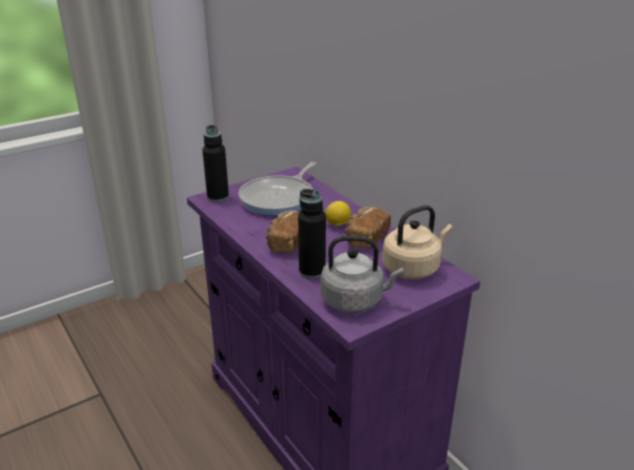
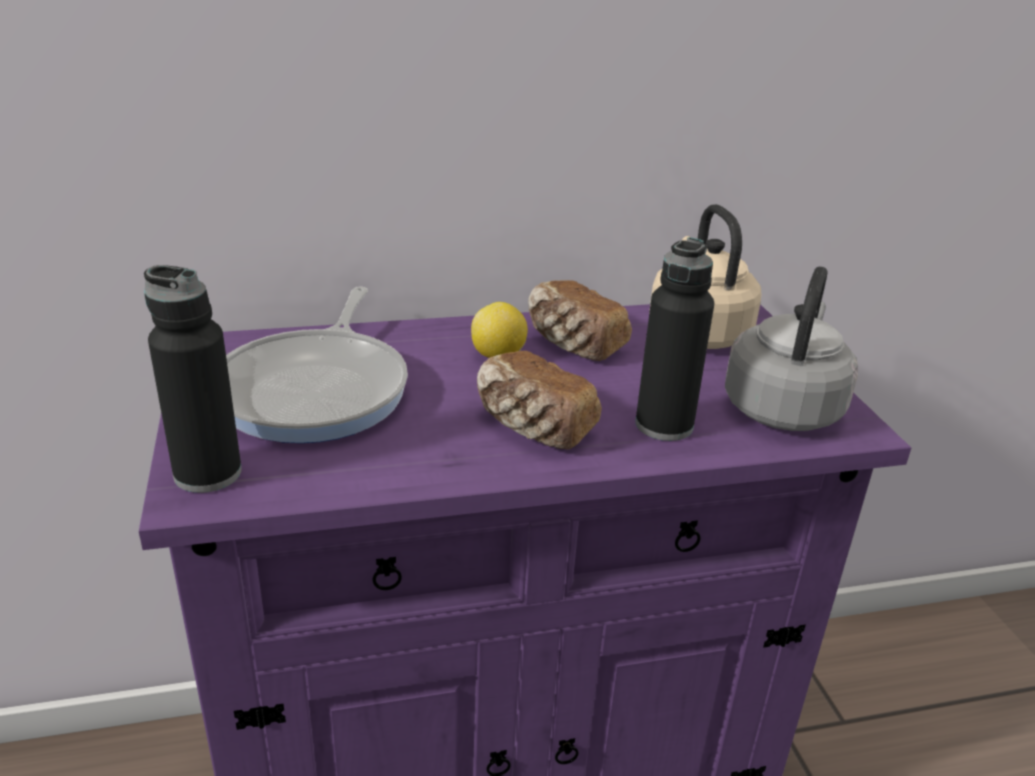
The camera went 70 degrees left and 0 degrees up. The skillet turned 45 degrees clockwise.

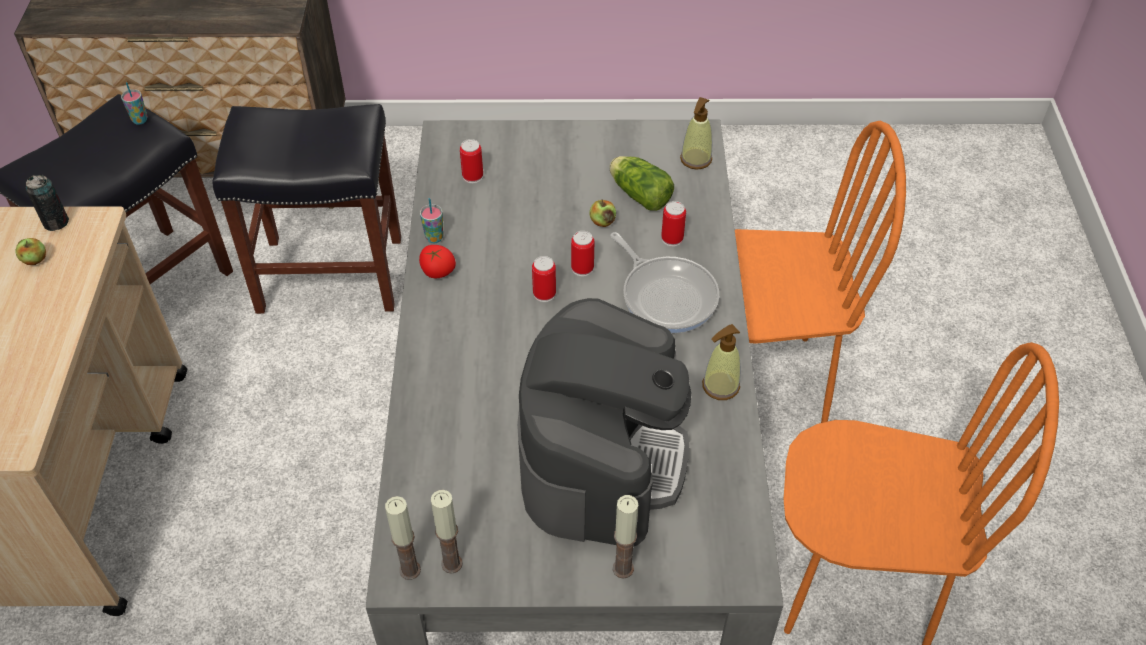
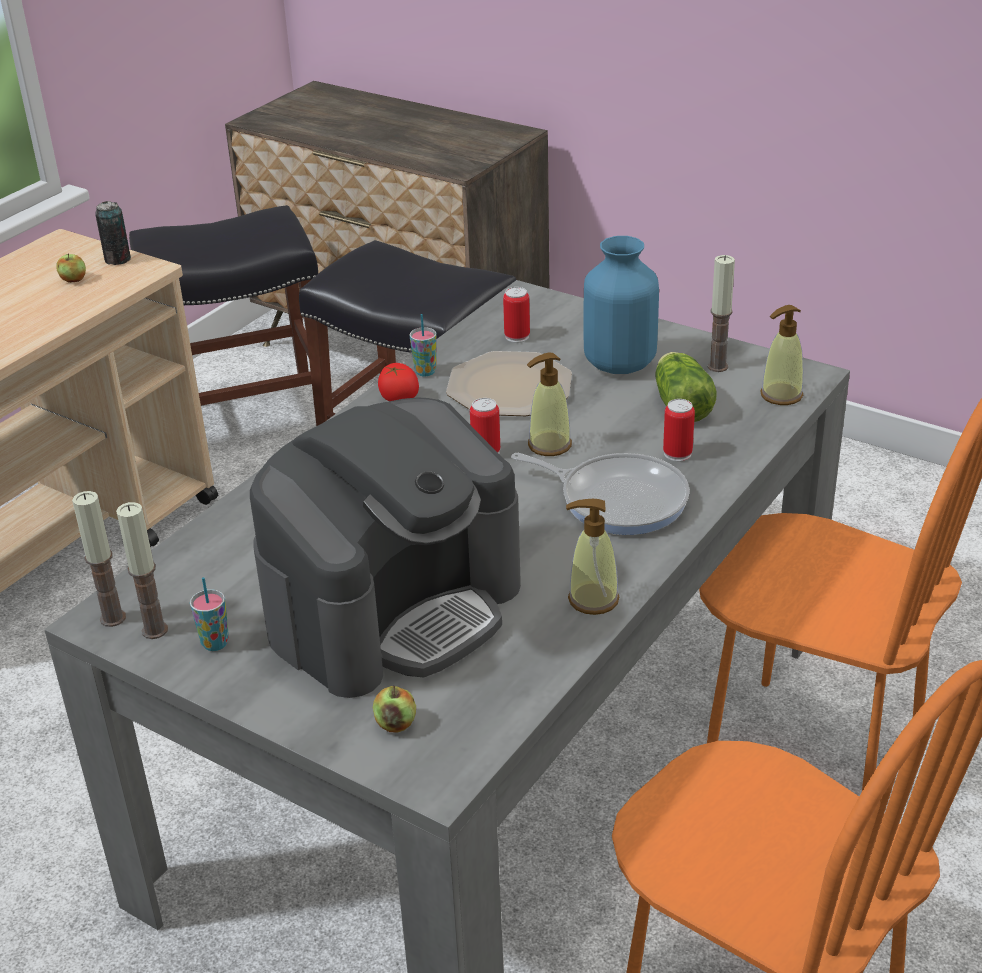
The camera went 35 degrees right and 15 degrees down. The small cup (1st from left) moved. The sealed can (4th from left) was replaced by the soap dispenser (1st from left). The apple (2nd from left) moved. The skillet turned 60 degrees counterclockwise. The wax light (3rd from left) moved. The plate appeared. The flower vase (blue-coloured) appeared.

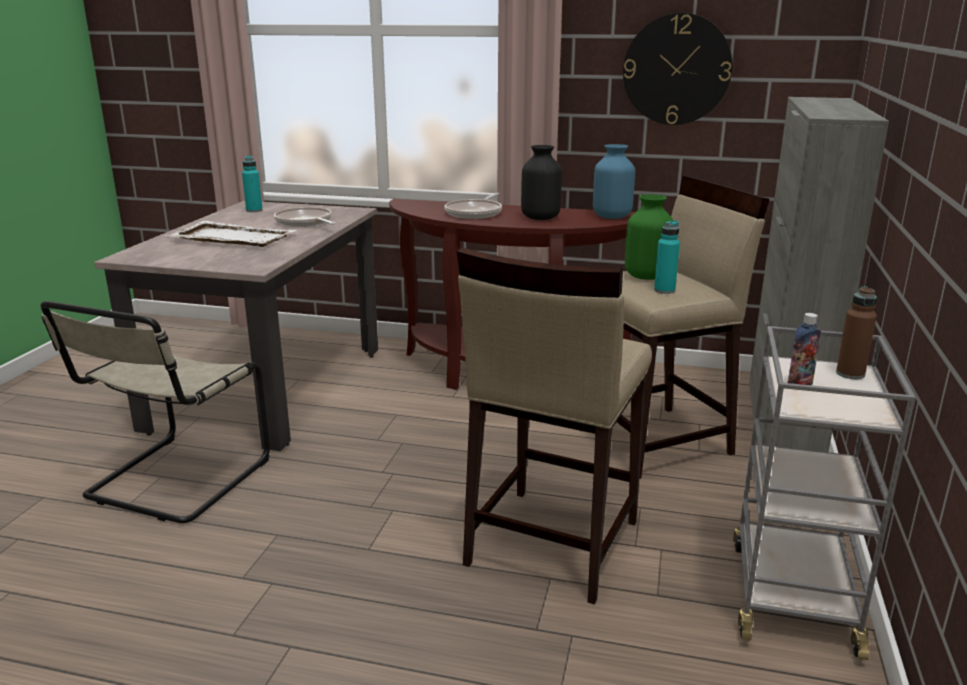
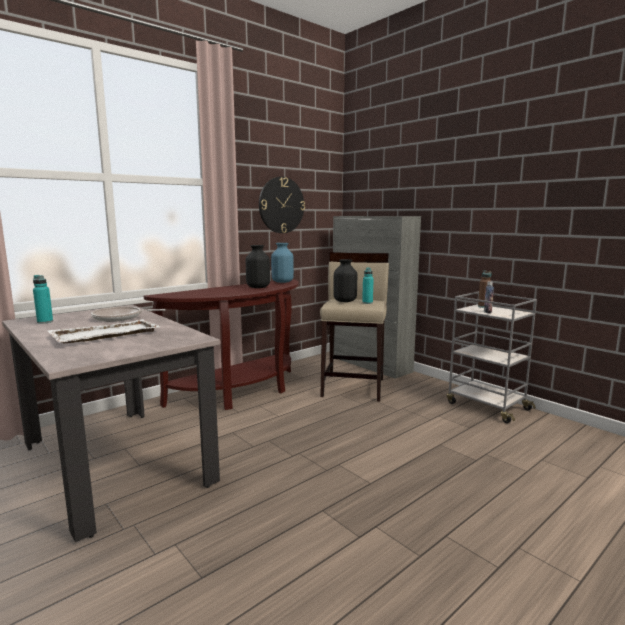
The camera went 55 degrees left and 10 degrees down. The chair (sand-coloured) disappeared. The skillet (2nd from left) disappeared. The stool seat (sand-coloured) (1st from left) disappeared. The flower vase (green) became the flower vase (black-coloured) (2nd from left).

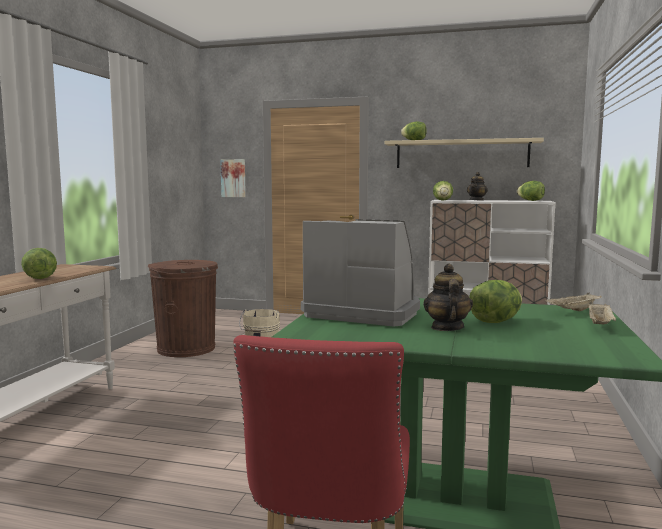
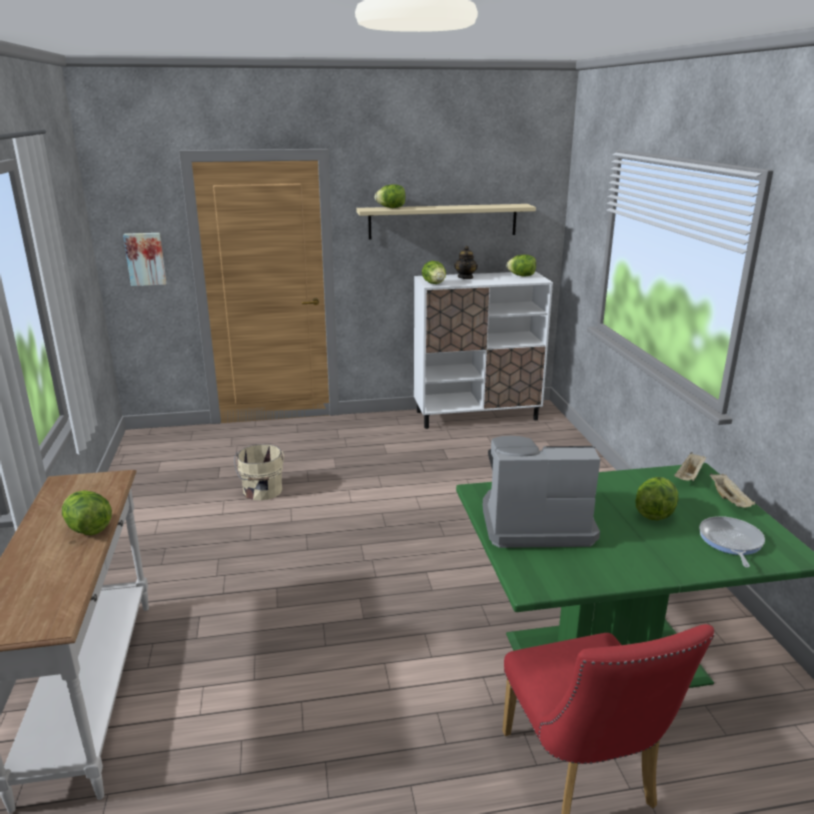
The camera went 25 degrees left and 15 degrees up. The rubbish bin (brown-coloured) disappeared. The teapot (1st from left) disappeared. The skillet appeared.

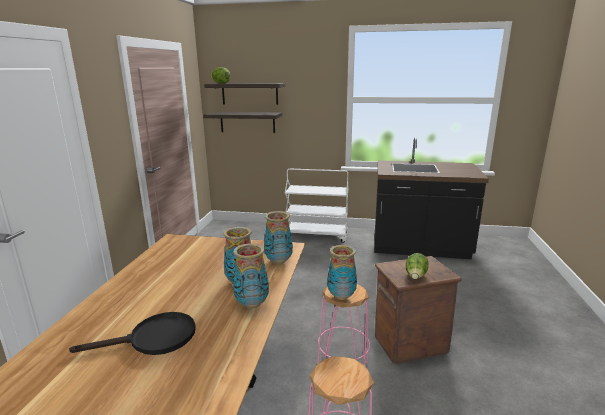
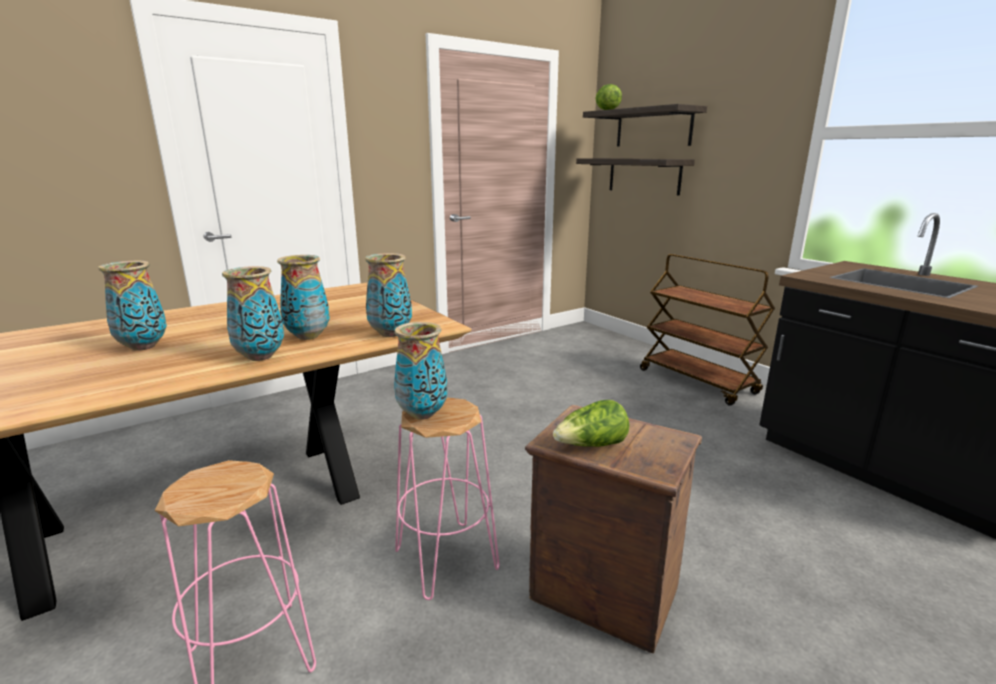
The camera went 45 degrees right and 0 degrees up. The skillet (black-coloured) was replaced by the flower vase (1st from left). The trolley (whitish) became the trolley (brown-coloured).

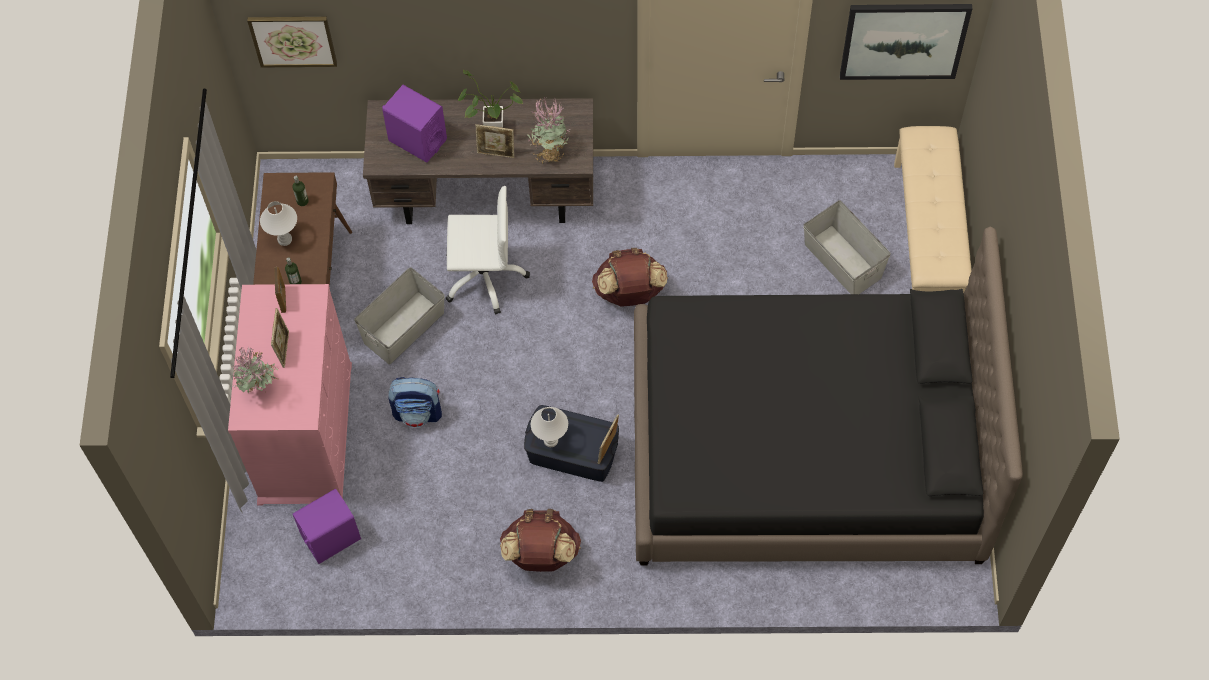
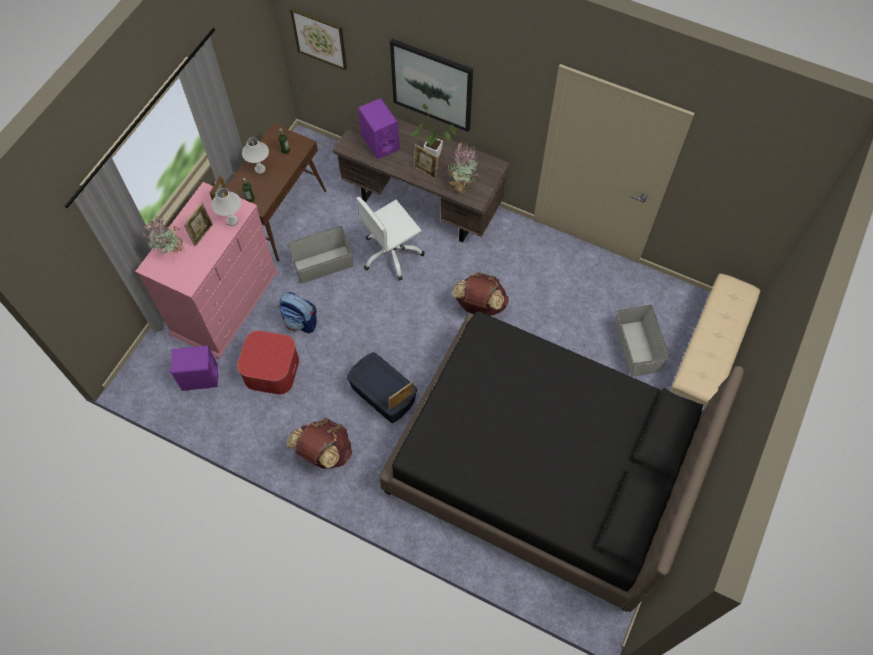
The camera went 25 degrees right and 0 degrees up. The office chair (whitish) turned 120 degrees clockwise. The lamp for a table (whitish) (2nd from left in the first image) moved. The wall picture (2nd from left) moved. The pouffe appeared.

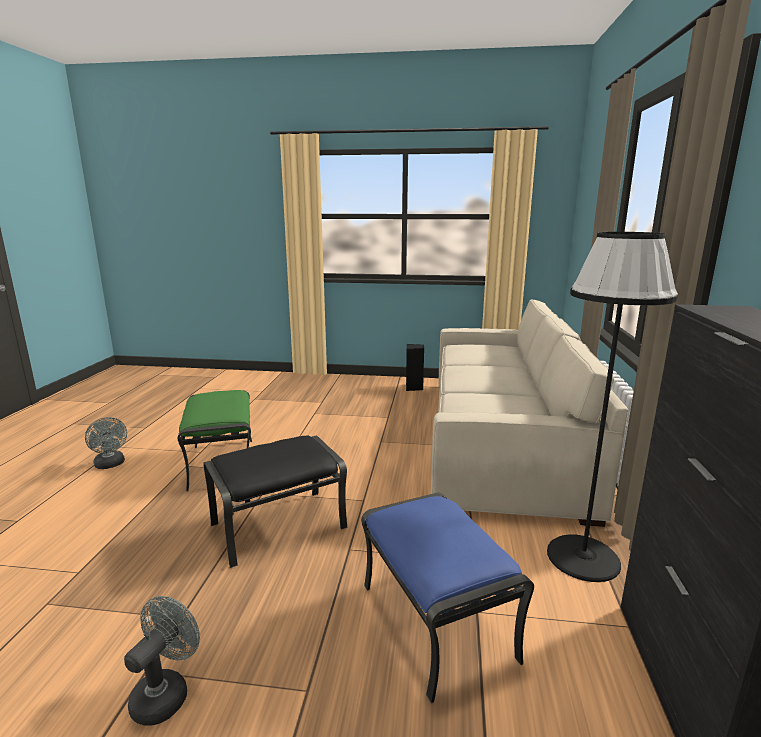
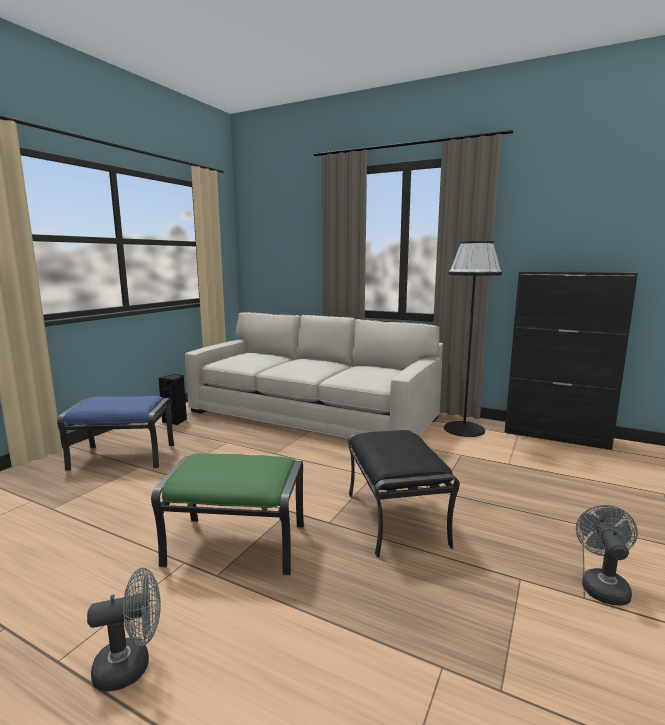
The camera went 70 degrees left and 5 degrees down. The electric fan (greyish) (2nd from left) turned 60 degrees clockwise. The pouffe (blue-coloured) moved.

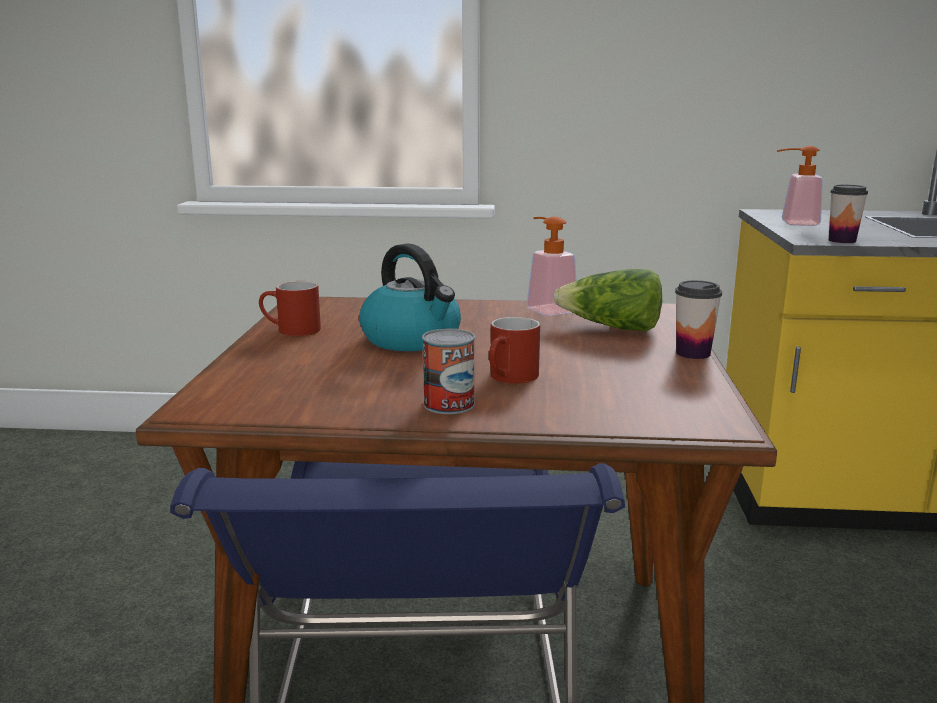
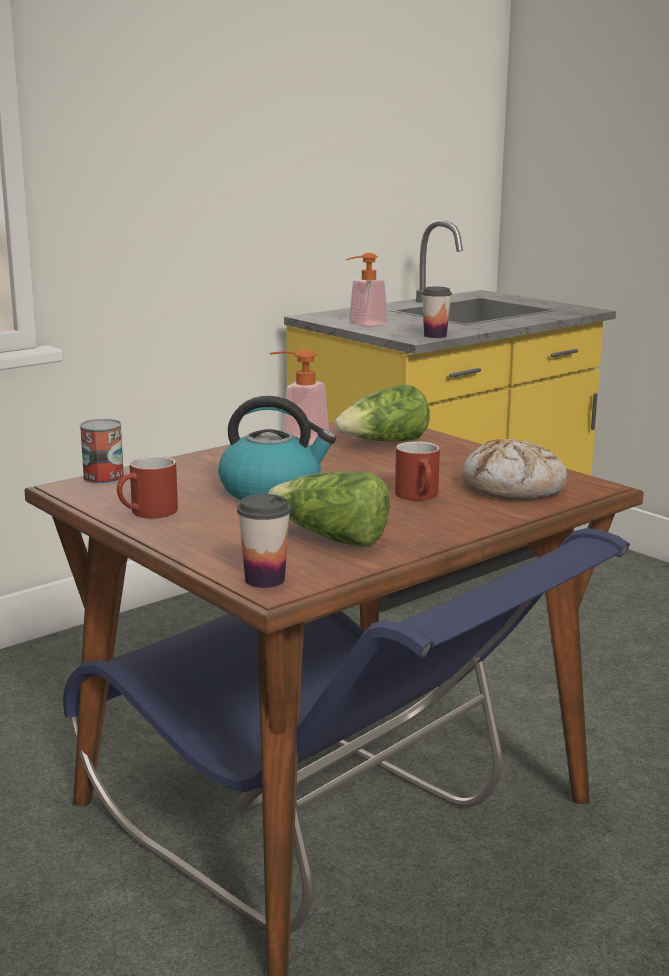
The camera went 45 degrees left and 0 degrees up. The sealed can moved. The small cup (1st from left) moved. The lettuce (1st from left) appeared. The baked bread appeared.

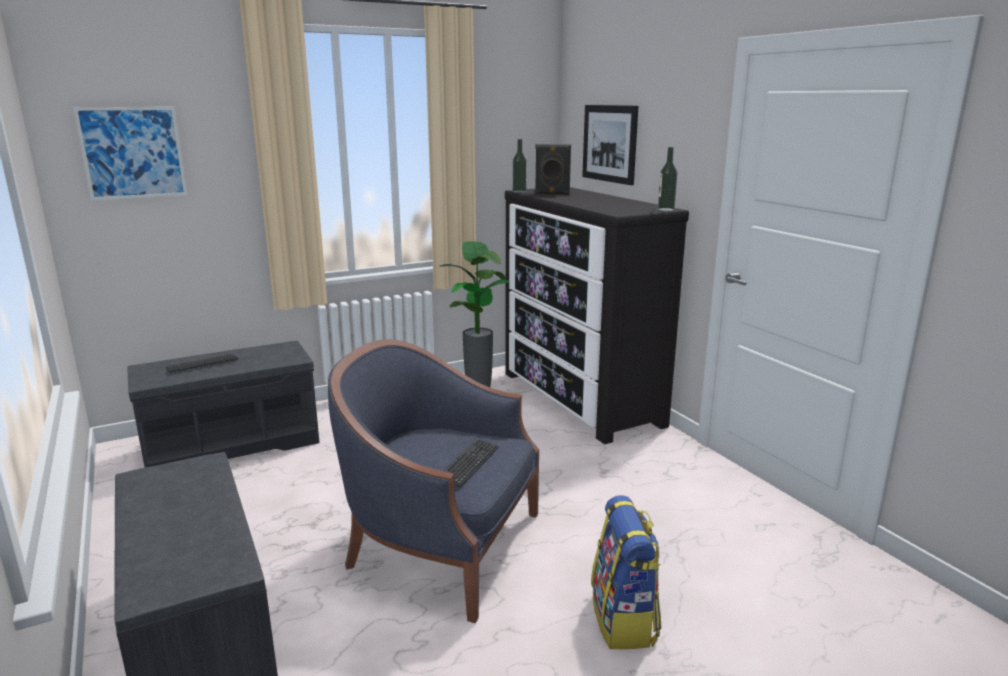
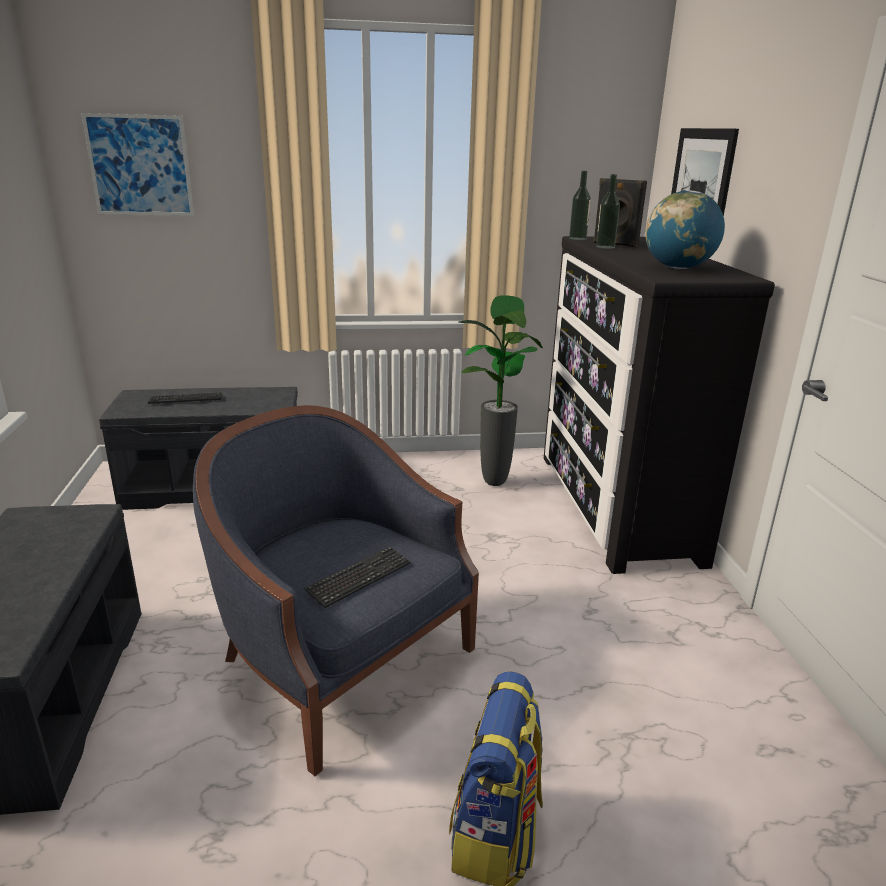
The camera went 20 degrees right and 5 degrees up. The drink bottle (2nd from left) moved. The world globe appeared.

